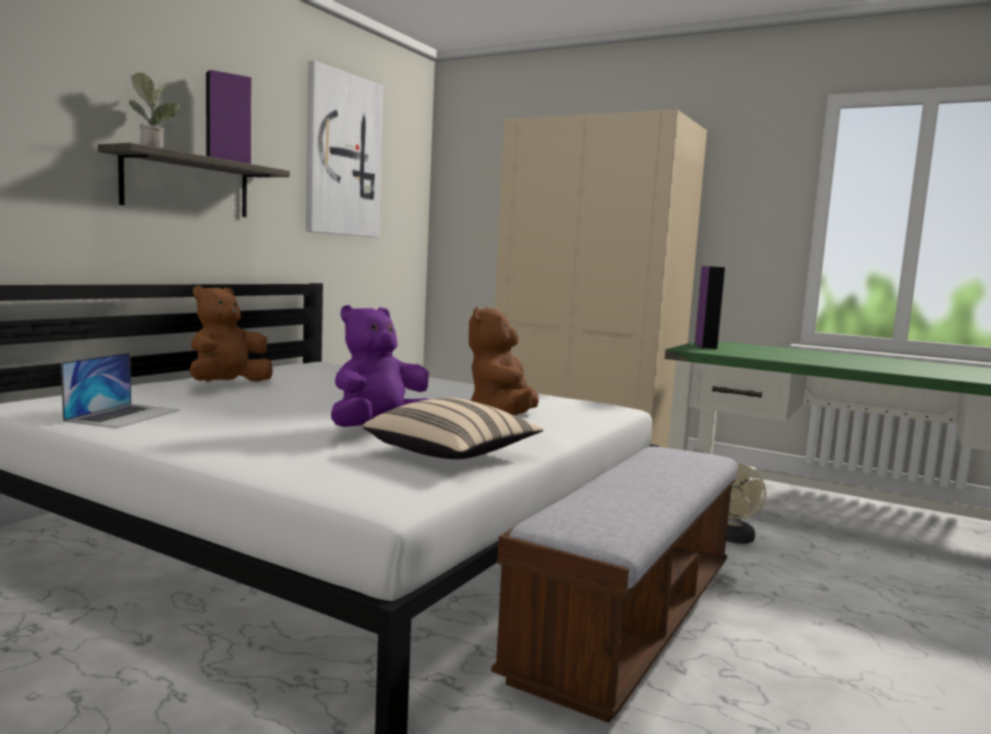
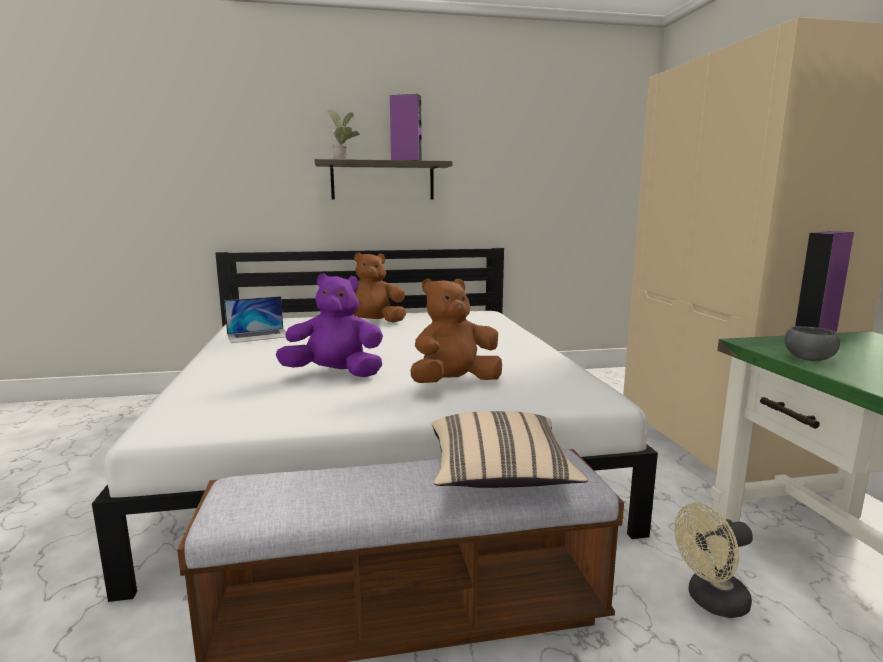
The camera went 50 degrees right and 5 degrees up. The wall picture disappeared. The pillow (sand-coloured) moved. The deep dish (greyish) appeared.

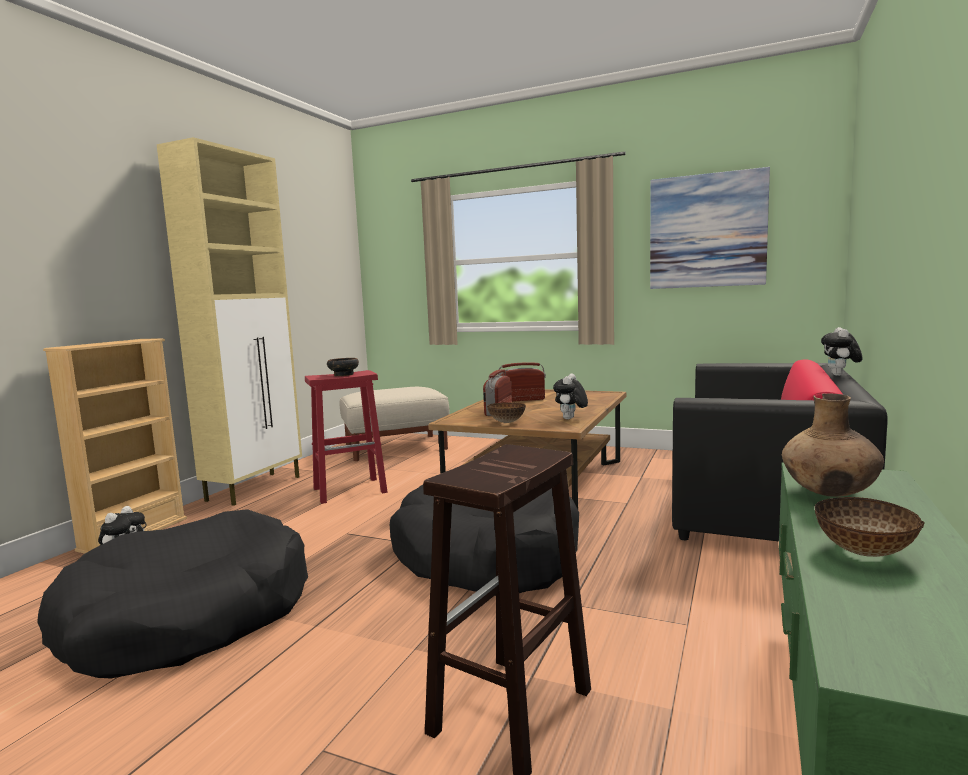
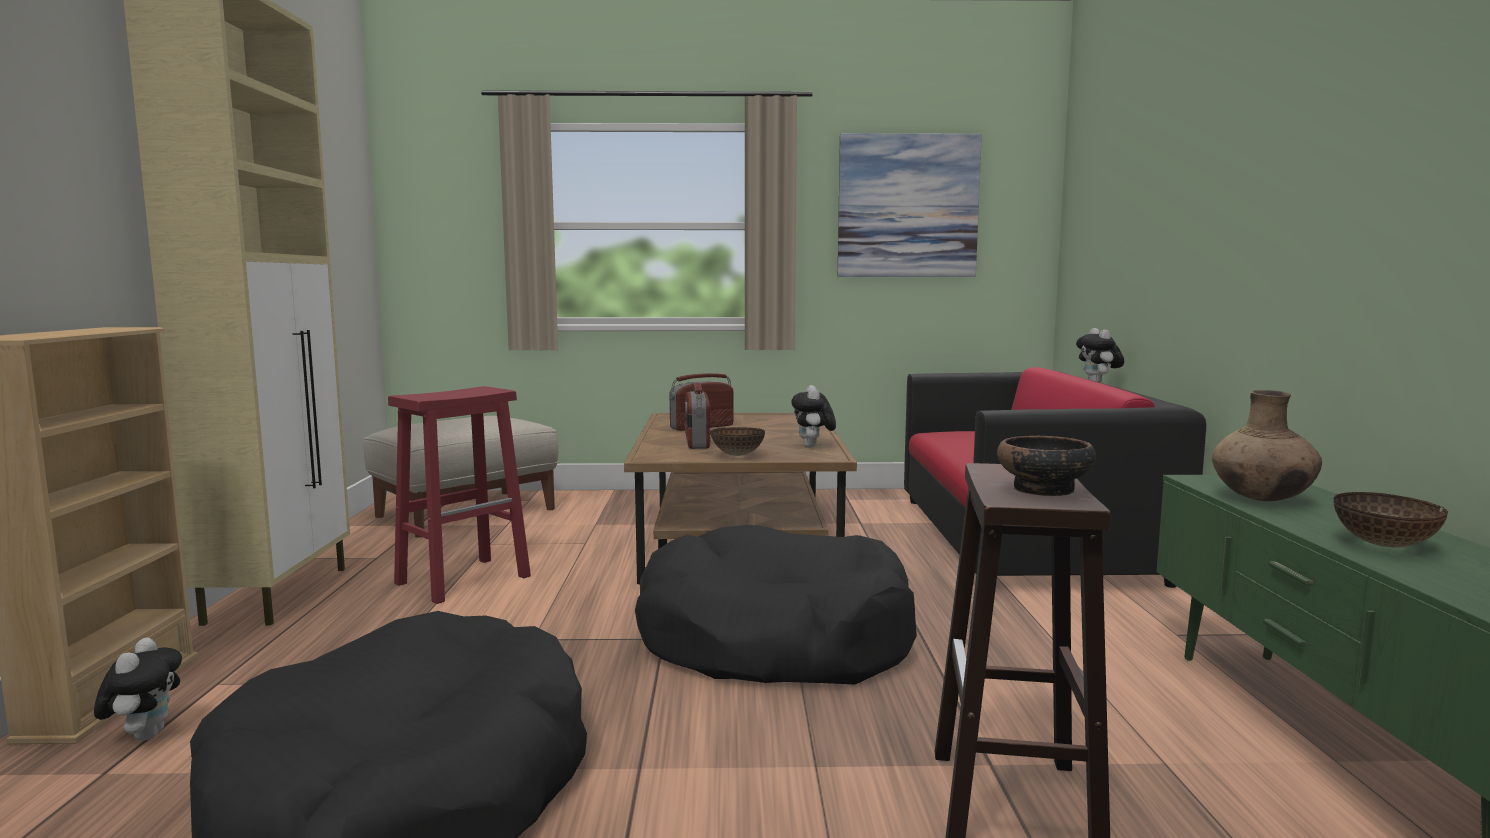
The camera went 25 degrees left and 0 degrees up. The deep dish (1st from left in the first image) moved.

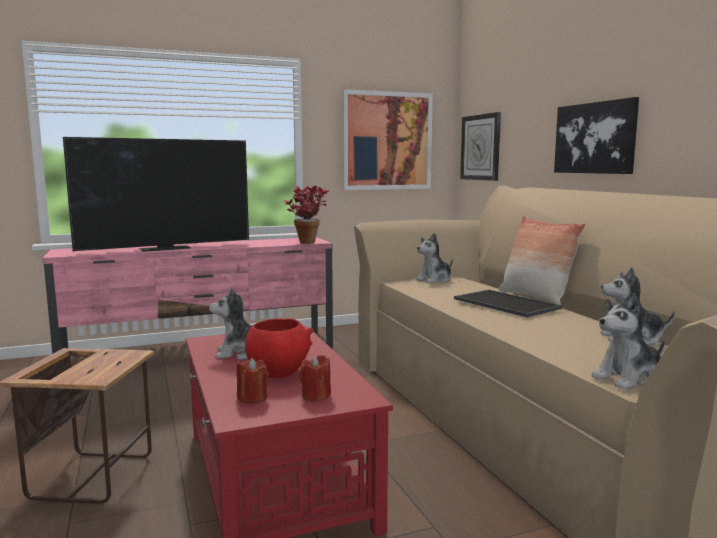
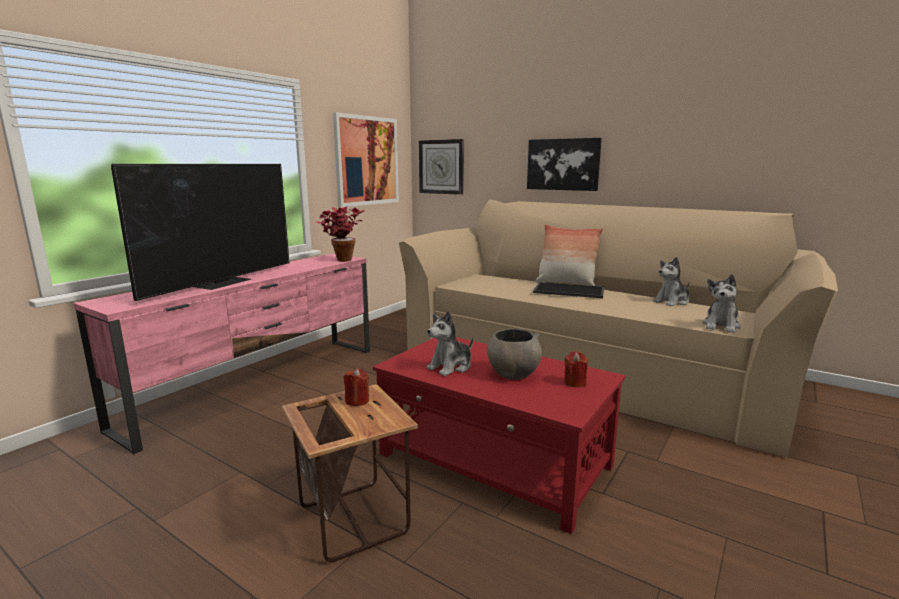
The camera went 35 degrees left and 5 degrees up. The wax light (red-coloured) (1st from left) moved. The deep dish (red-coloured) became the deep dish (greyish). The cuddly toy (2nd from left) disappeared.

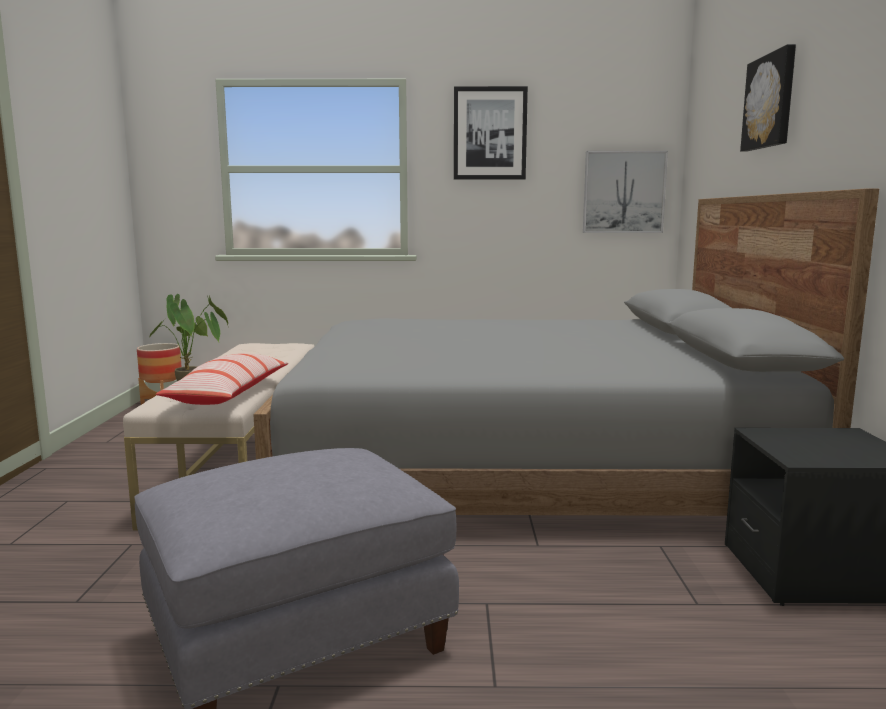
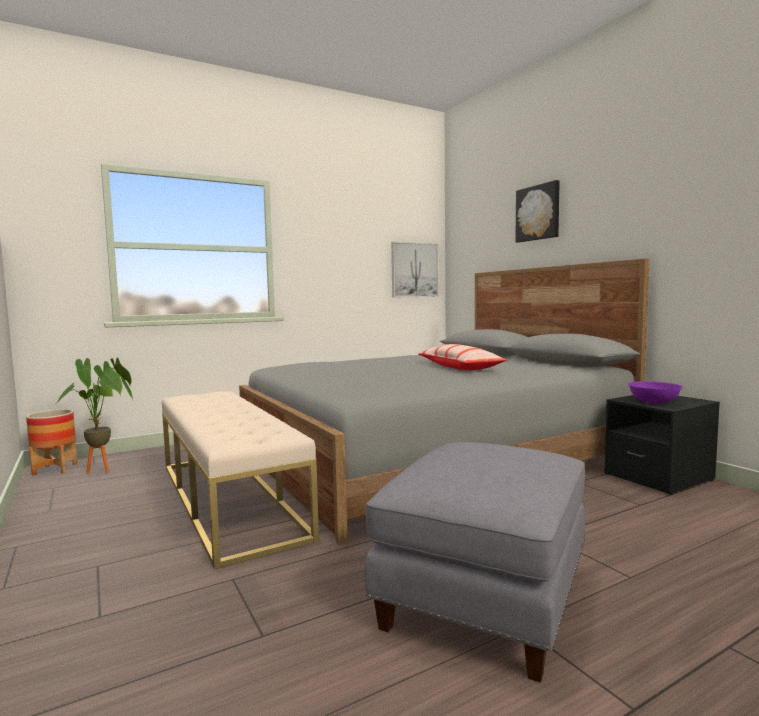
The camera went 30 degrees left and 5 degrees down. The pillow moved. The wall picture (1st from left) disappeared. The deep dish (purplish) appeared.

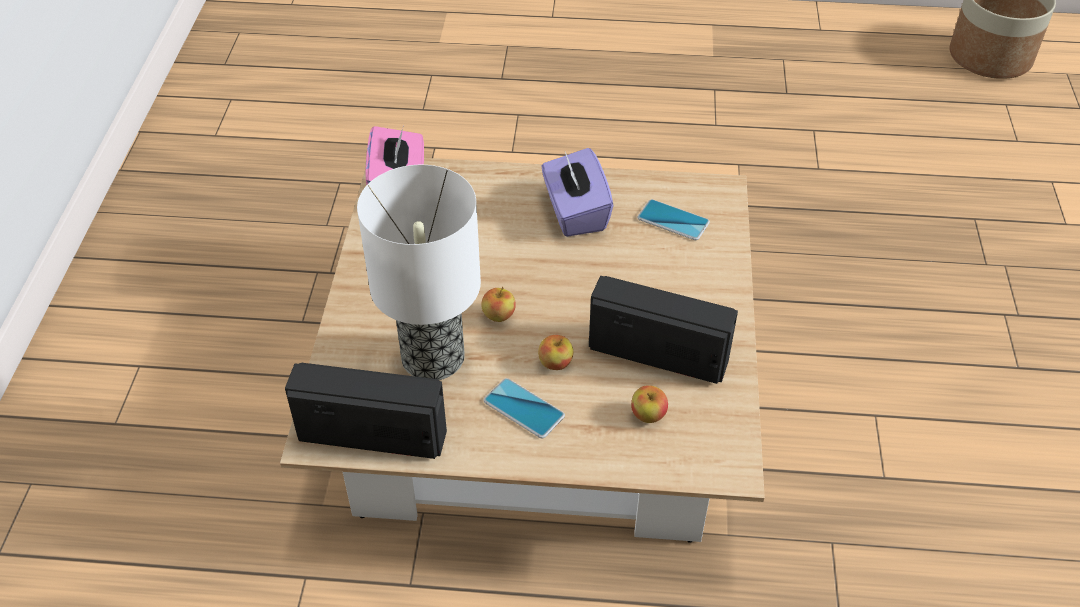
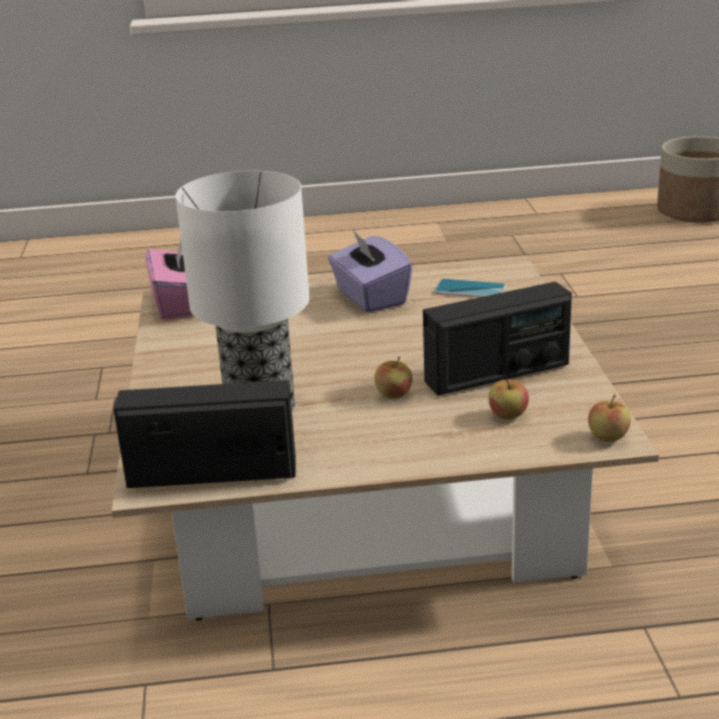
The camera went 10 degrees left and 20 degrees down. The apple (1st from left in the first image) moved. The handset (1st from left) disappeared. The radio receiver (2nd from left) turned 150 degrees clockwise.

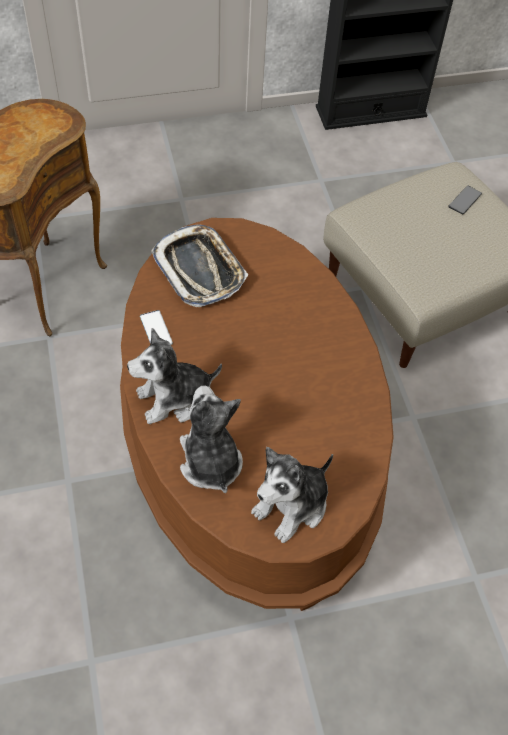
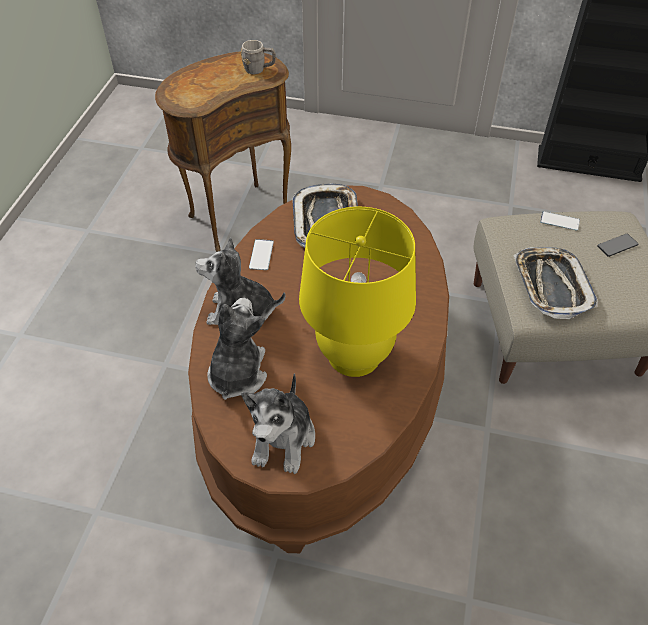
The camera went 30 degrees right and 5 degrees down. The cuddly toy (3rd from left) turned 60 degrees counterclockwise. The coffee mug (greyish) appeared. The lamp for a table (yellow) appeared. The carrying tray (2nd from left) appeared. The handset (2nd from left) appeared.

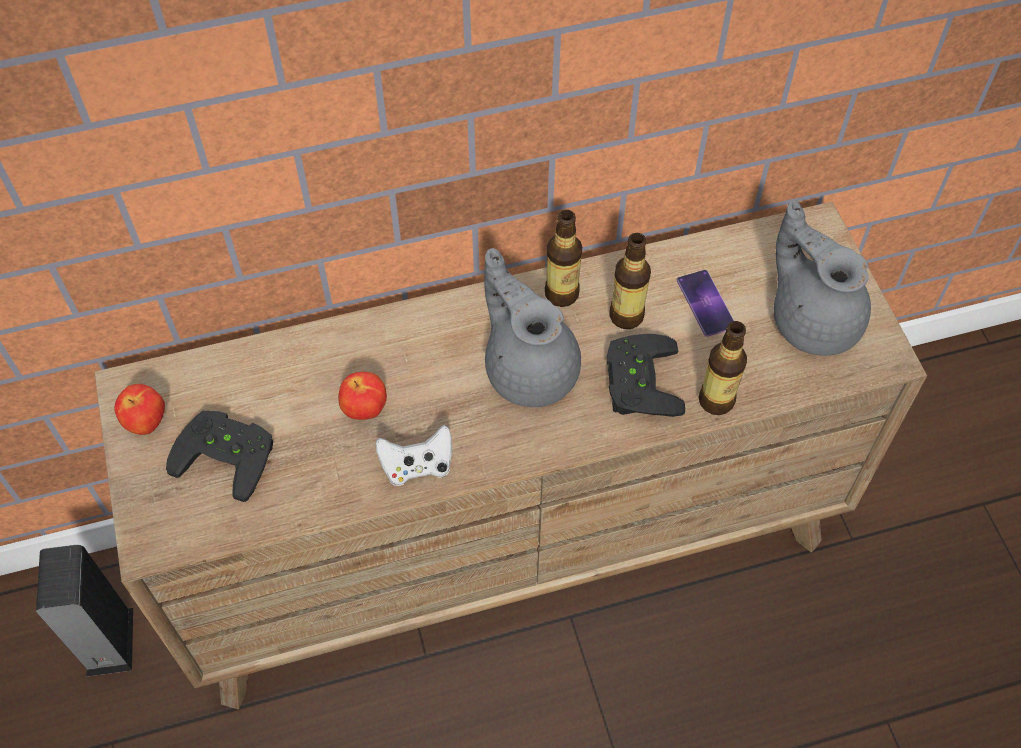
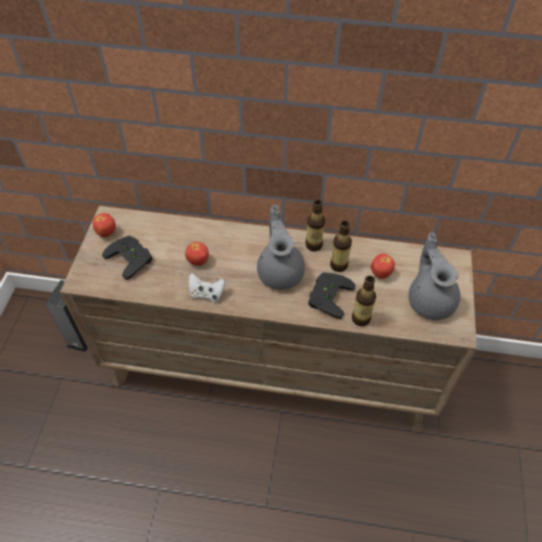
The camera went 25 degrees right and 5 degrees down. The handset was replaced by the apple (3rd from left).

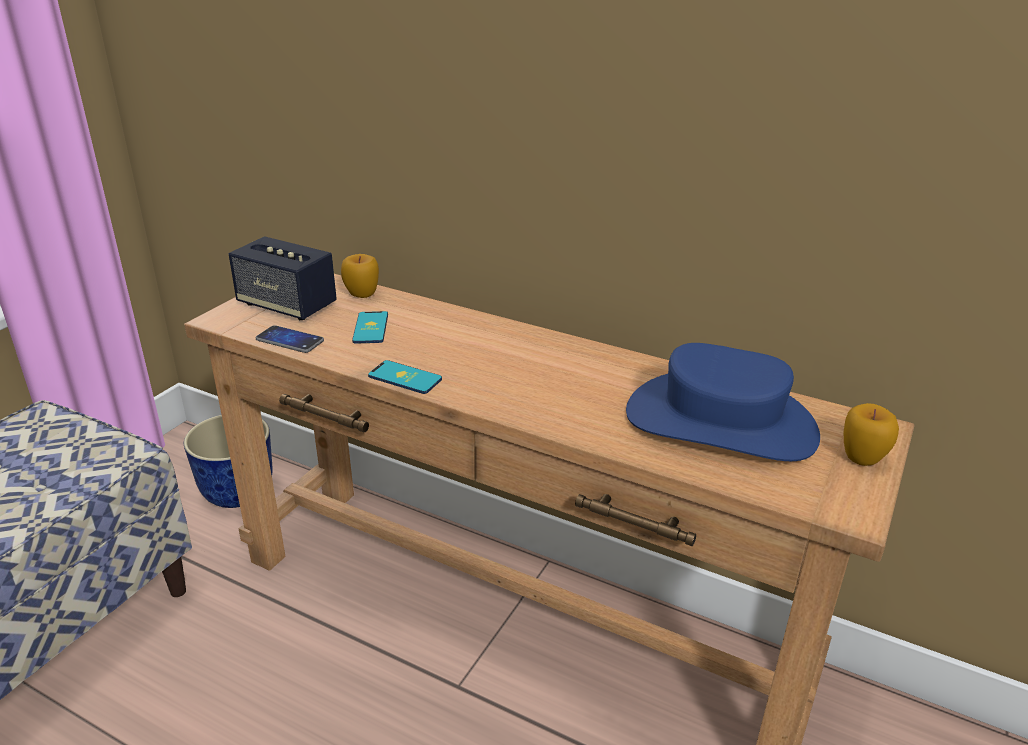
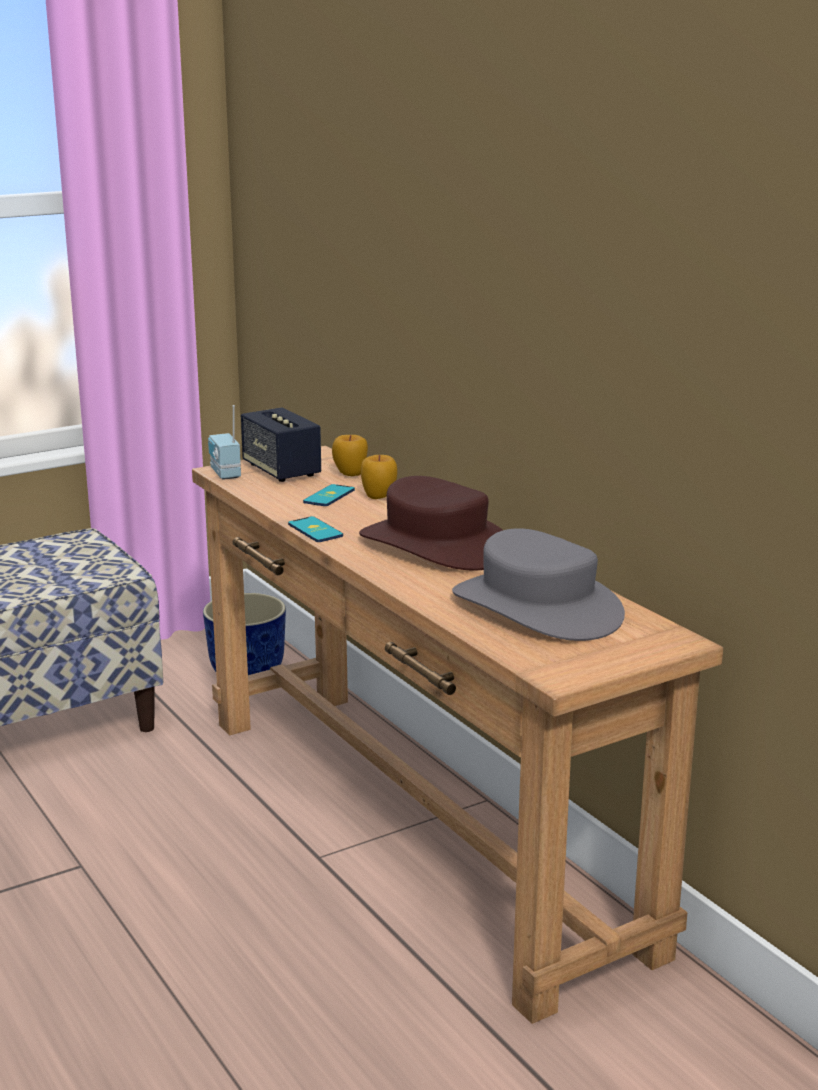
The camera went 30 degrees right and 10 degrees down. The handset (1st from left) disappeared. The hat (blue-coloured) became the hat (greyish). The apple (2nd from left) moved. The radio receiver appeared. The hat (brown-coloured) appeared.

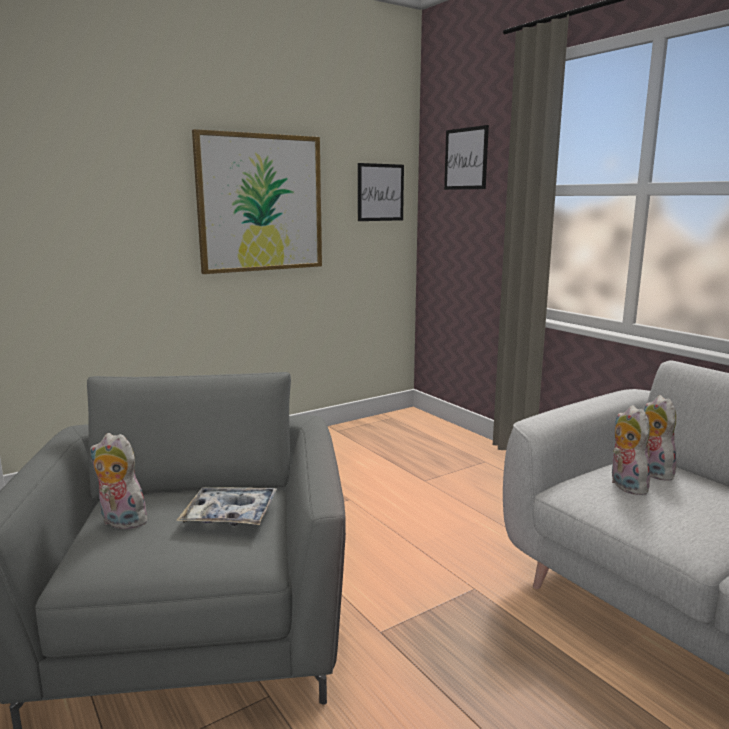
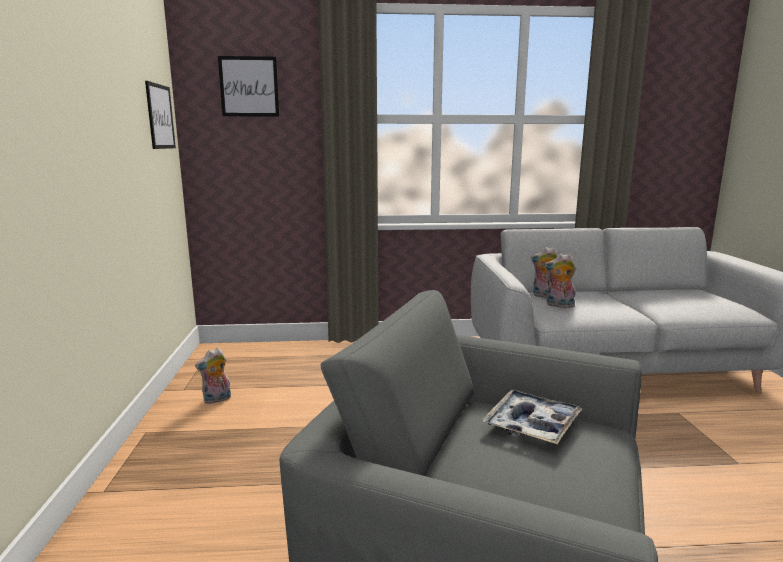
The camera went 60 degrees left and 0 degrees up. The cuddly toy (1st from left) moved. The wall picture (1st from left) disappeared.

